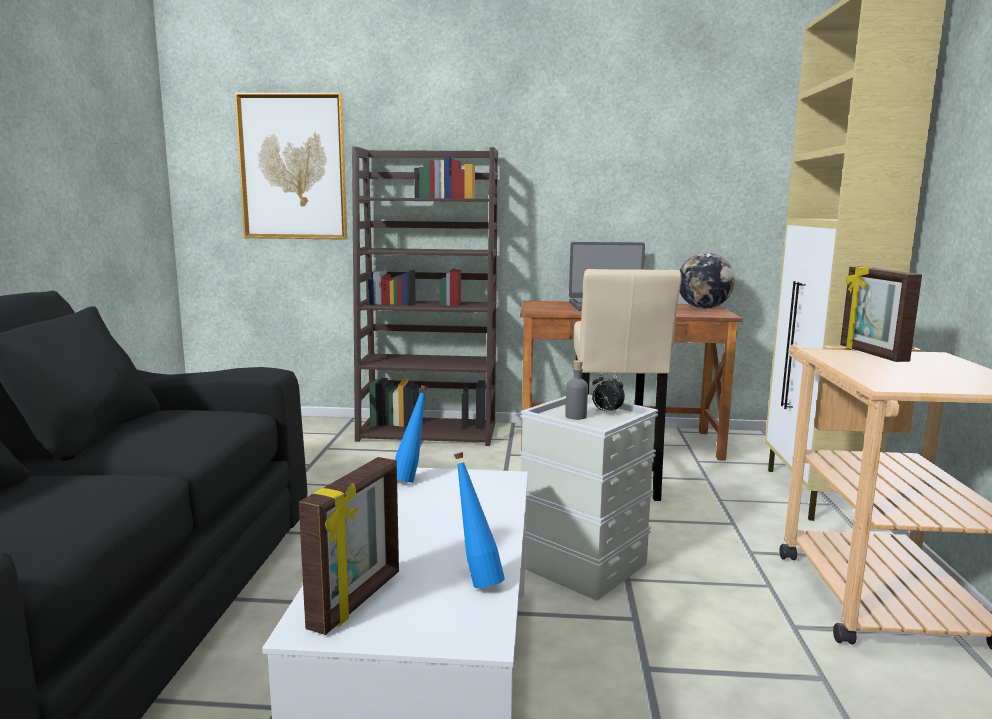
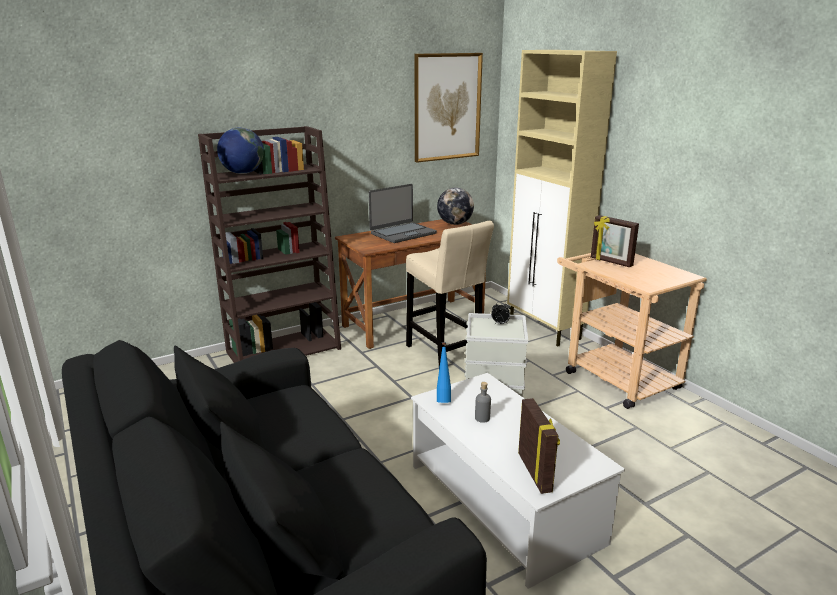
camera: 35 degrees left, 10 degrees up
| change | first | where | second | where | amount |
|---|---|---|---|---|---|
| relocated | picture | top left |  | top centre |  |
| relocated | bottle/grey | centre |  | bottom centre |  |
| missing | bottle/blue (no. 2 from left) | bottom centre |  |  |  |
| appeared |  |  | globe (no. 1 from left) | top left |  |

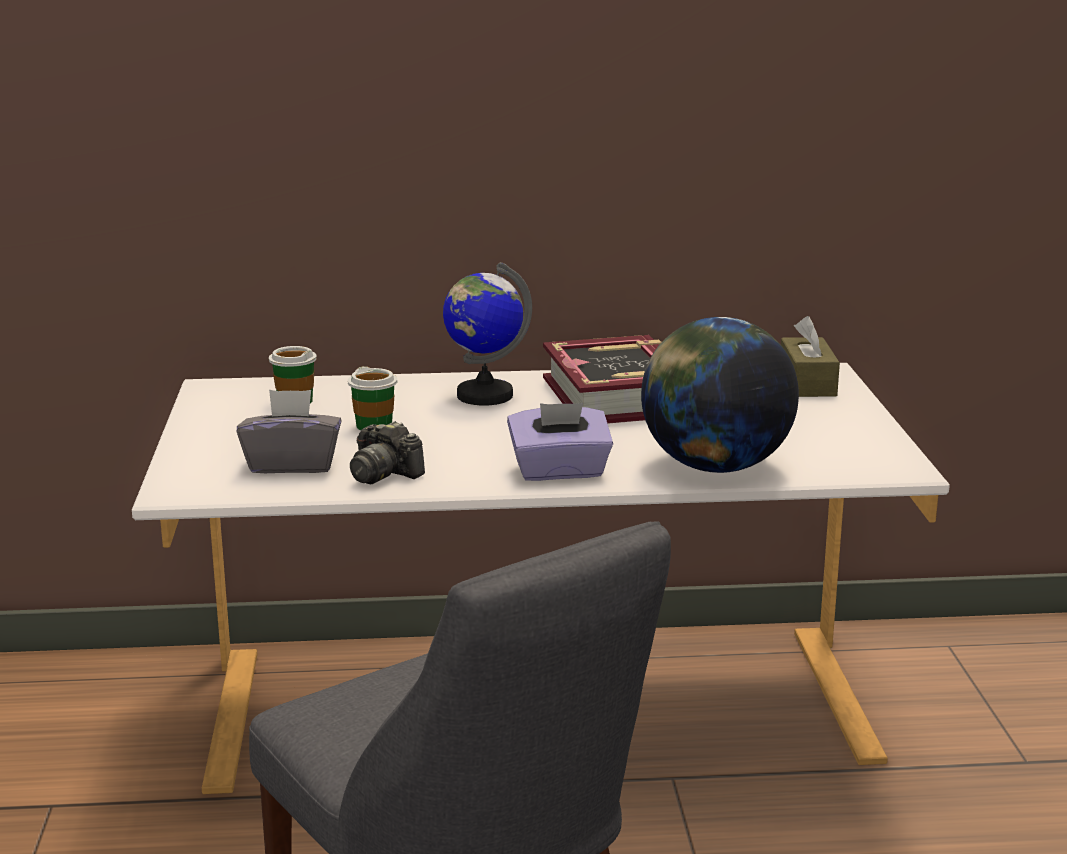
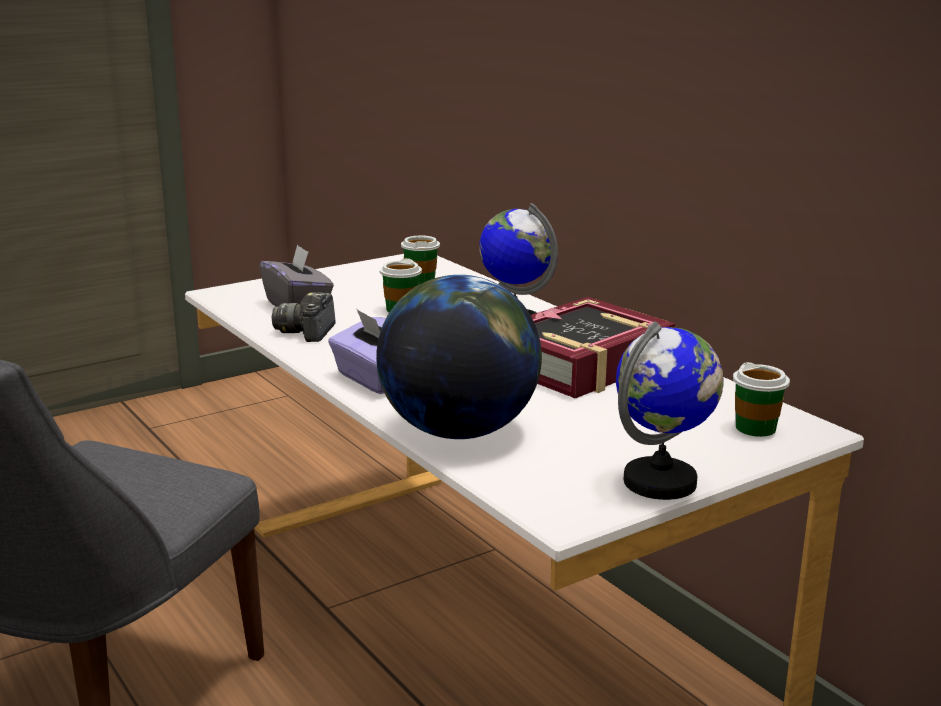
camera: 60 degrees right, 0 degrees up
| change | first | where | second | where | amount |
|---|---|---|---|---|---|
| exchanged | tissue box/brown | middle right | cup (no. 3 from left) | middle right |  |
| appeared |  |  | globe (no. 3 from left) | middle right |  |

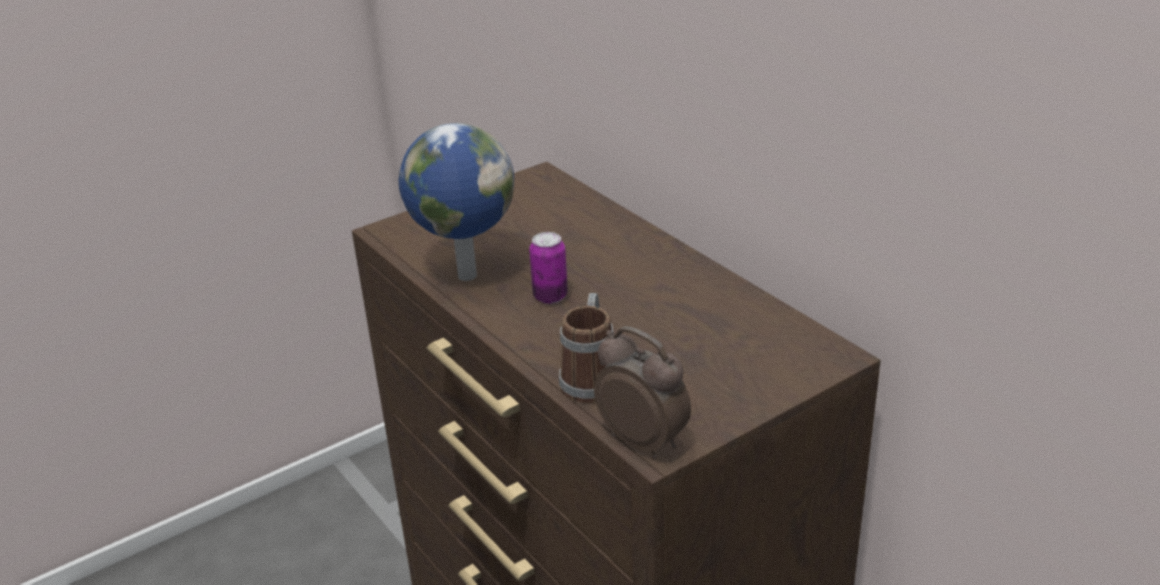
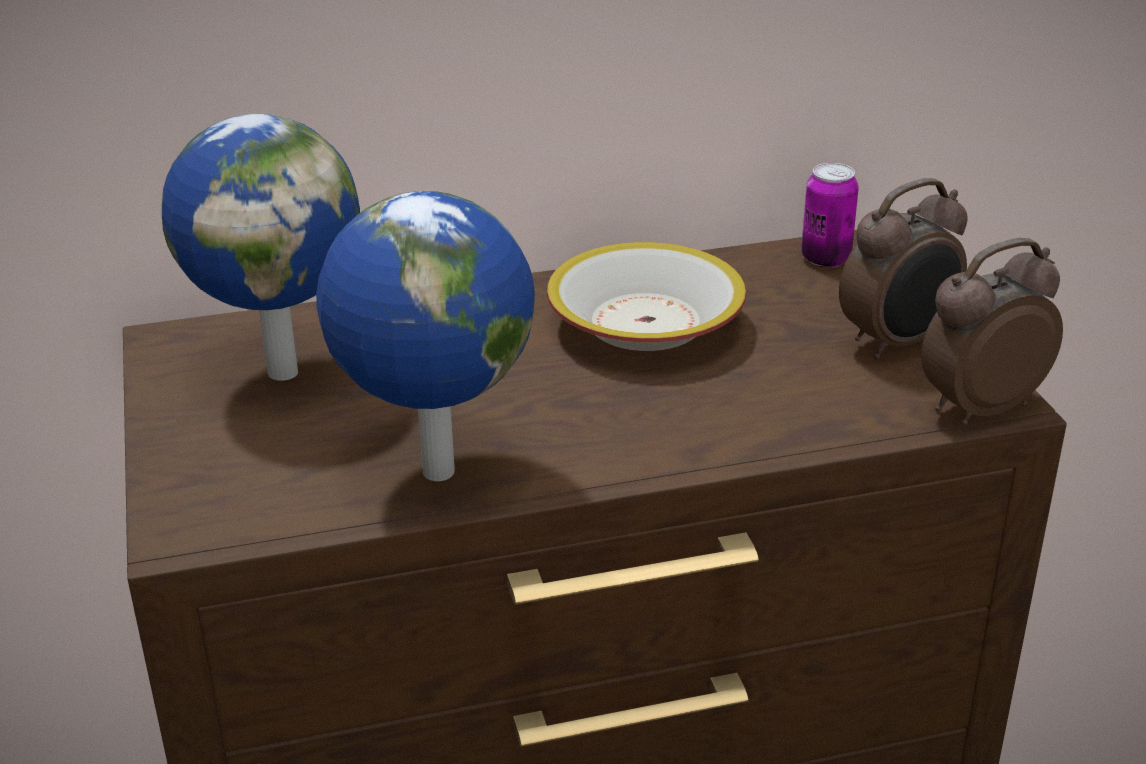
camera: 70 degrees left, 0 degrees up
| change | first | where | second | where | amount |
|---|---|---|---|---|---|
| relocated | can | centre |  | top right |  |
| missing | mug | centre |  |  |  |
| appeared |  |  | globe (no. 1 from left) | top left |  |
| appeared |  |  | alarm clock (no. 1 from left) | middle right |  |
| appeared |  |  | bowl | centre |  |

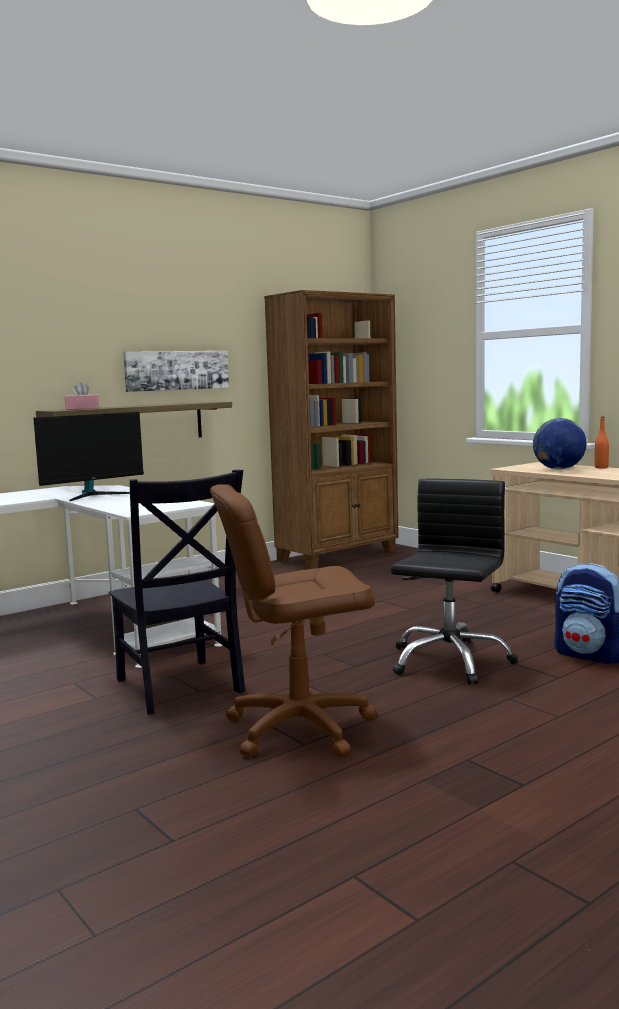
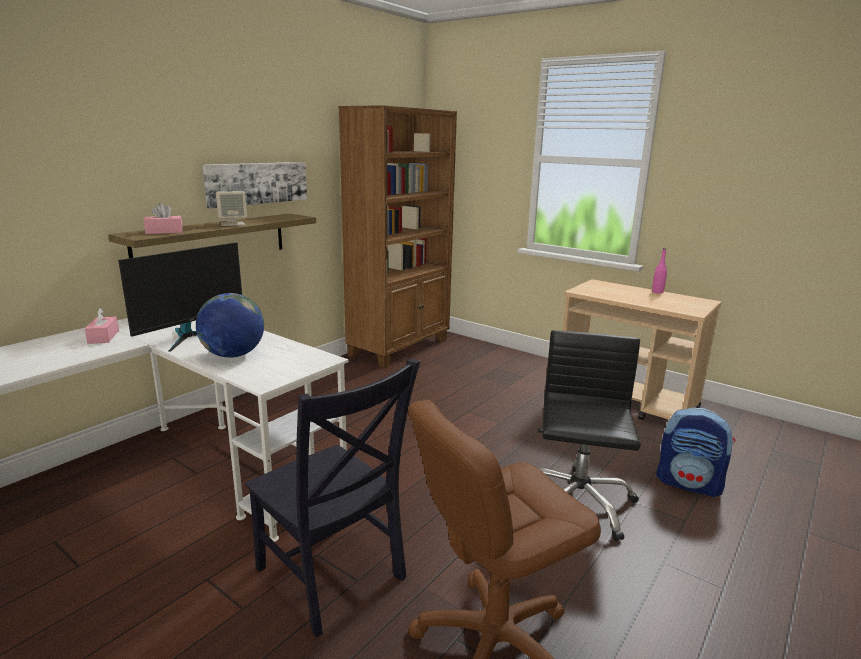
camera: 15 degrees left, 10 degrees up
| change | first | where | second | where | amount |
|---|---|---|---|---|---|
| colour | bottle/orange | middle right | bottle/pink | middle right |  |
| relocated | globe | middle right |  | middle left |  |
| appeared |  |  | speaker/beige | top left |  |
| appeared |  |  | tissue box/pink (no. 1 from left) | middle left |  |

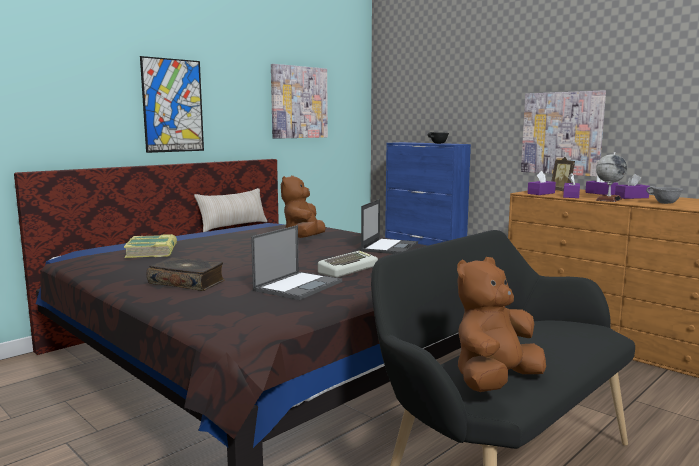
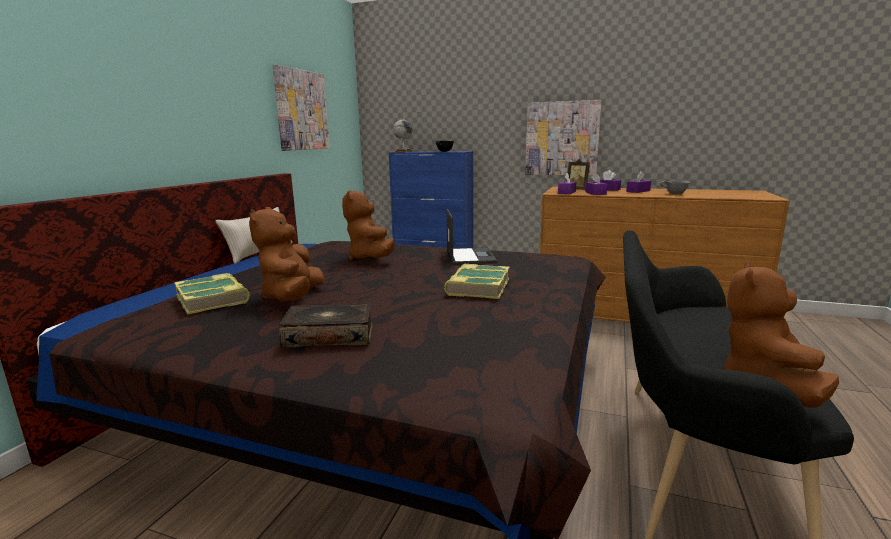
camera: 25 degrees left, 5 degrees up
| change | first | where | second | where | amount |
|---|---|---|---|---|---|
| missing | picture (no. 1 from left) | top left |  |  |  |
| relocated | globe | middle right |  | top centre |  |
| missing | laptop (no. 1 from left) | centre |  |  |  |
| exchanged | keyboard | centre | book (no. 3 from left) | centre |  |
| appeared |  |  | plush toy/brown (no. 1 from left) | middle left |  |

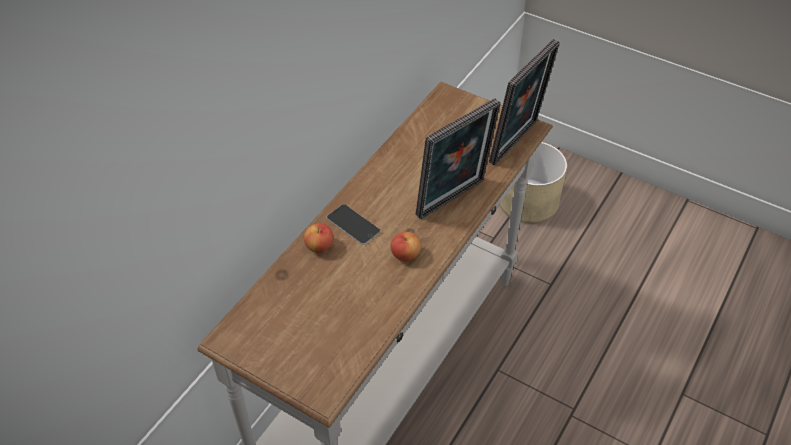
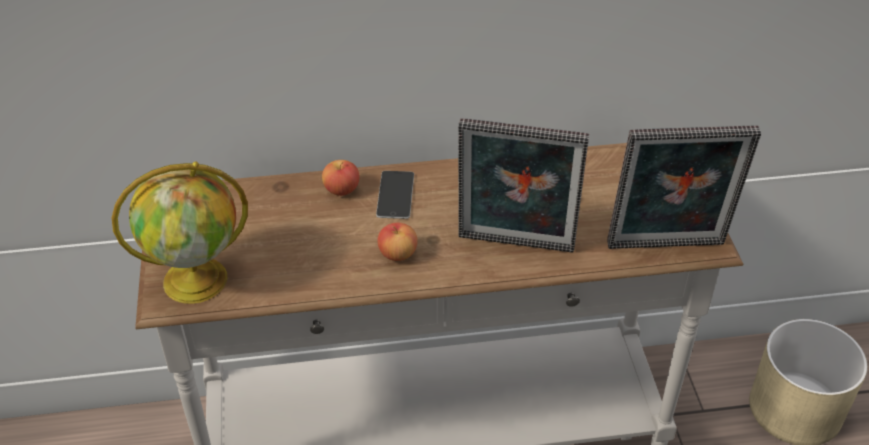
camera: 50 degrees right, 5 degrees down
| change | first | where | second | where | amount |
|---|---|---|---|---|---|
| appeared |  |  | globe | middle left |  |

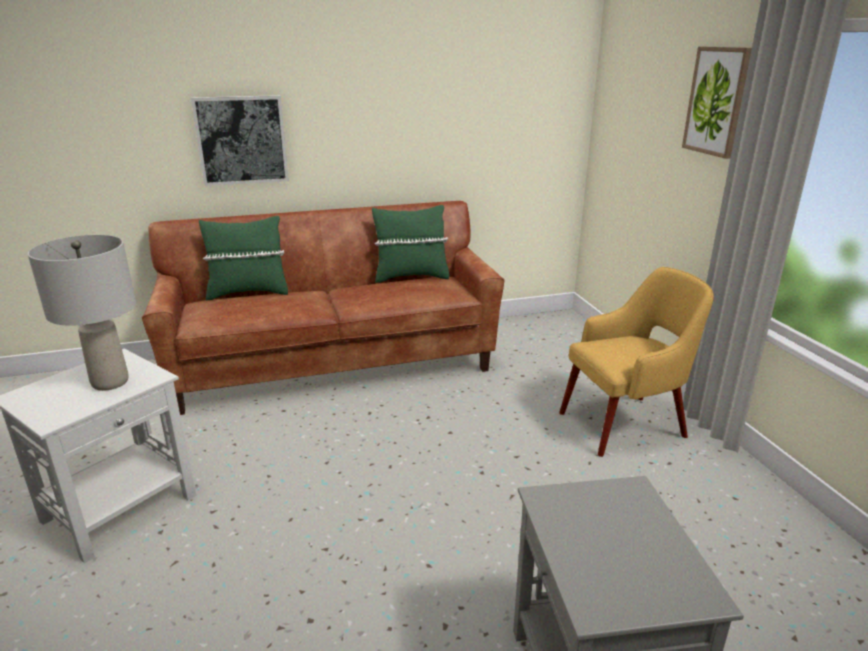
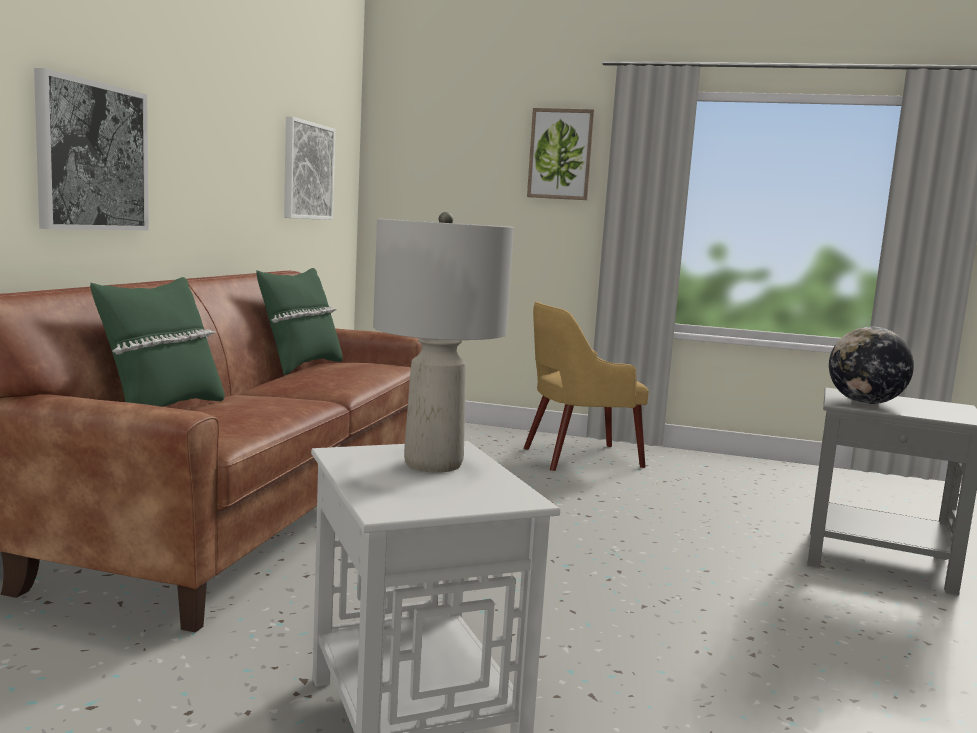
camera: 60 degrees left, 15 degrees down
| change | first | where | second | where | amount |
|---|---|---|---|---|---|
| spun | armchair/yellow | middle right |  | centre | 120 degrees counterclockwise |
| appeared |  |  | picture (no. 2 from left) | top left |  |
| appeared |  |  | globe | middle right |  |

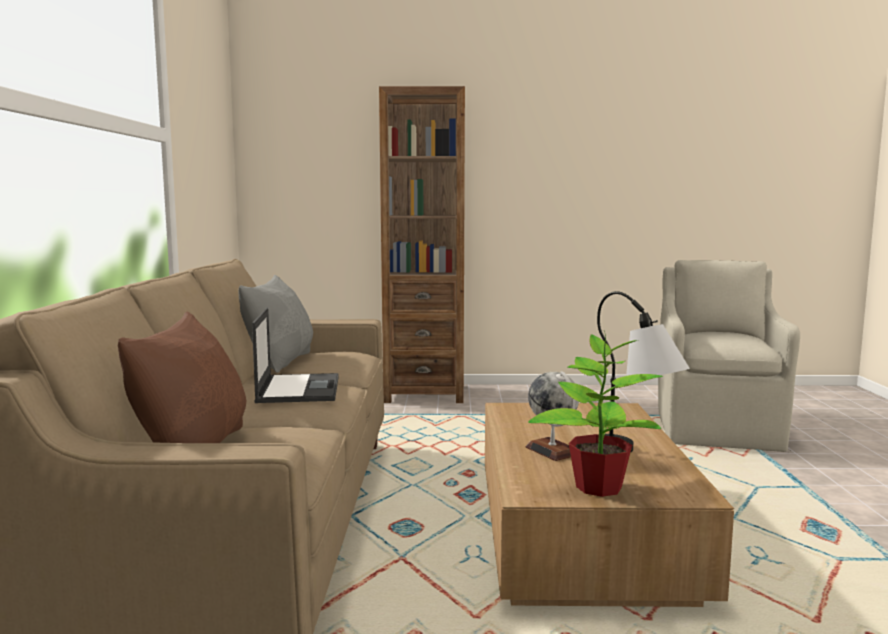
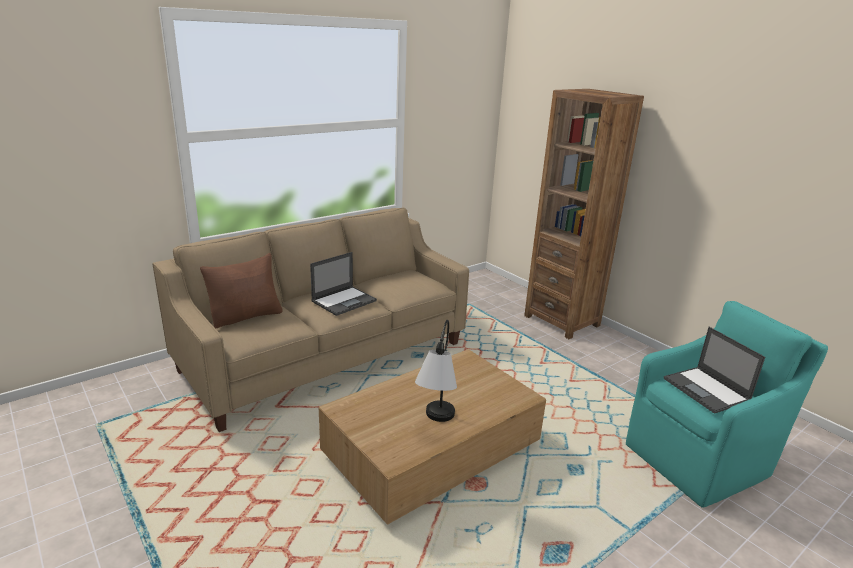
camera: 50 degrees right, 15 degrees up
| change | first | where | second | where | amount |
|---|---|---|---|---|---|
| colour | armchair/beige | middle right | armchair/turquoise | bottom right |  |
| missing | pillow/grey | middle left |  |  |  |
| missing | potted plant | middle right |  |  |  |
| missing | globe | centre |  |  |  |
| appeared |  |  | laptop (no. 2 from left) | middle right |  |

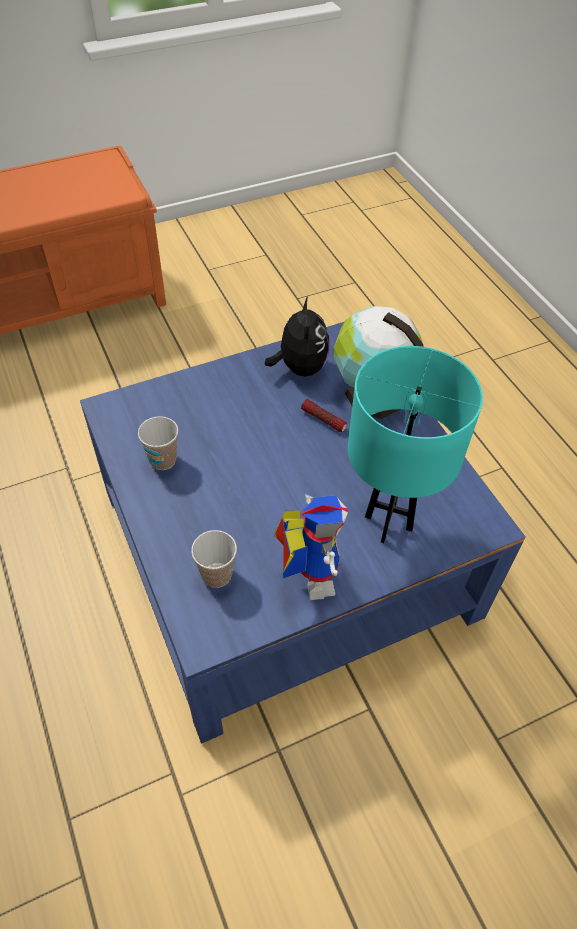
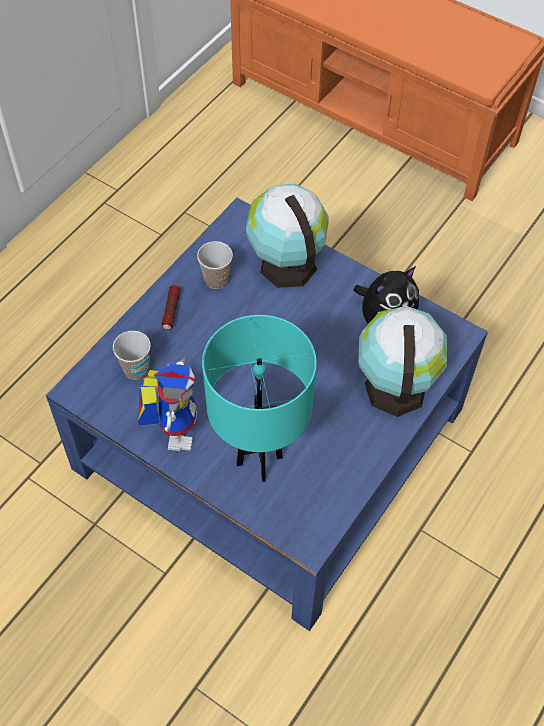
camera: 60 degrees right, 5 degrees up
| change | first | where | second | where | amount |
|---|---|---|---|---|---|
| relocated | flashlight | centre |  | middle left |  |
| spun | toy robot | centre |  | middle left | 45 degrees counterclockwise |
| appeared |  |  | globe (no. 1 from left) | top centre |  |

